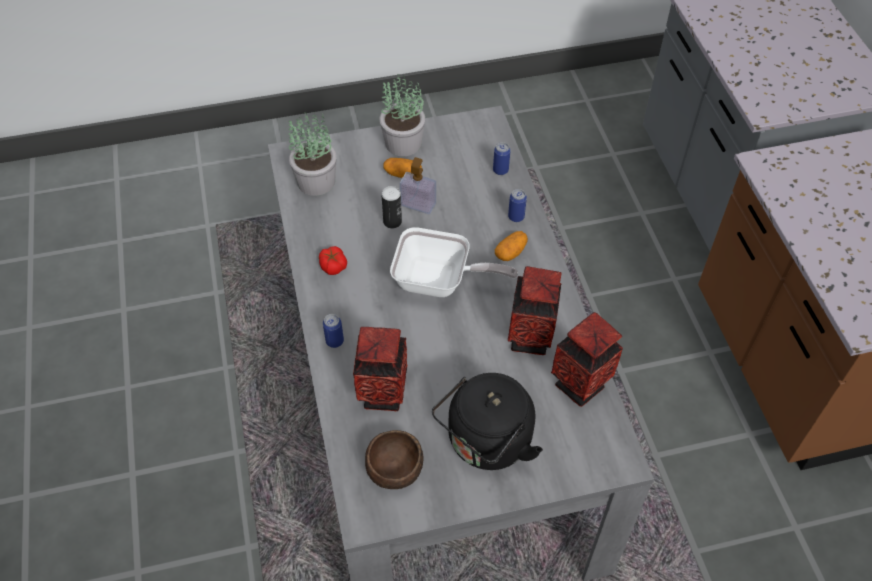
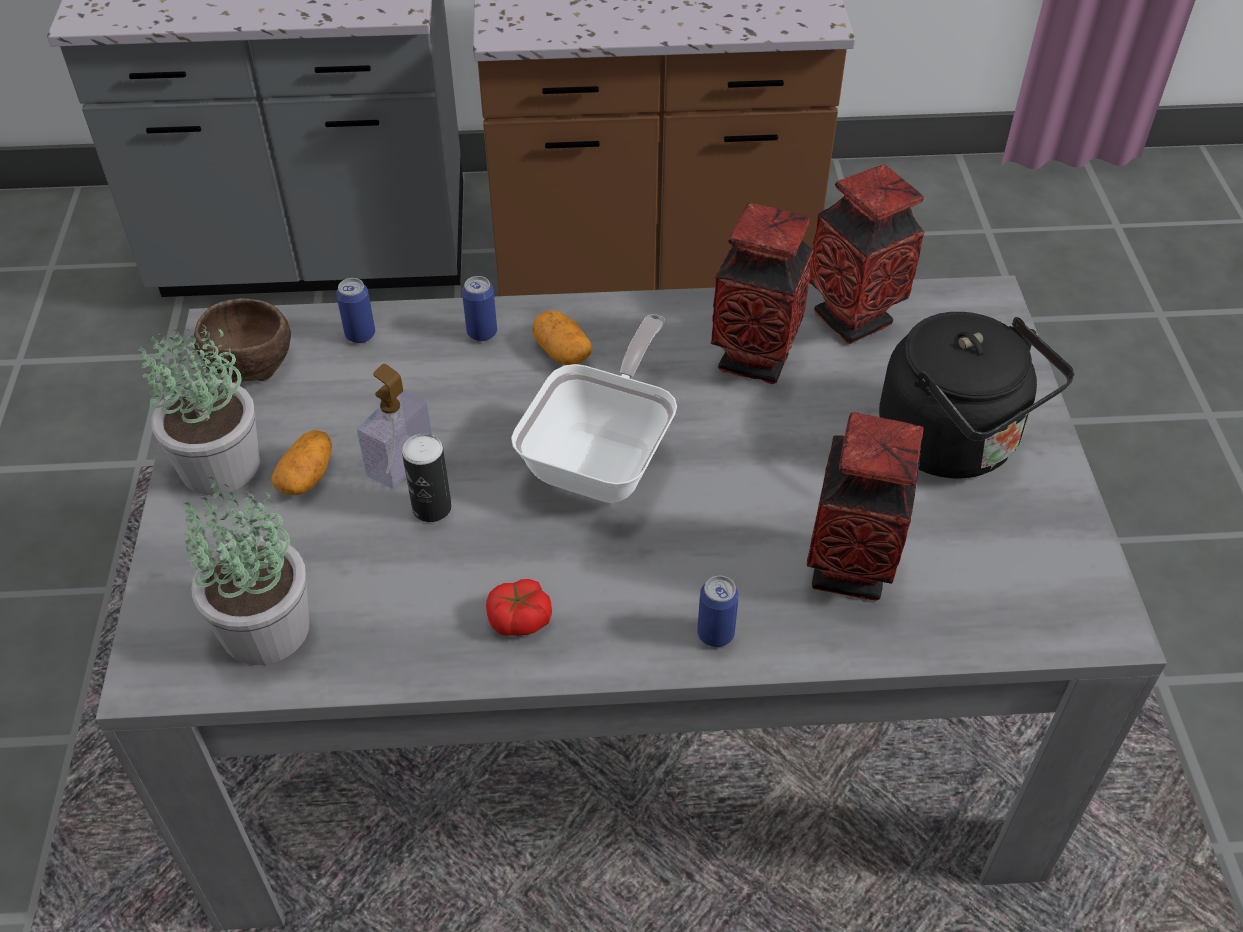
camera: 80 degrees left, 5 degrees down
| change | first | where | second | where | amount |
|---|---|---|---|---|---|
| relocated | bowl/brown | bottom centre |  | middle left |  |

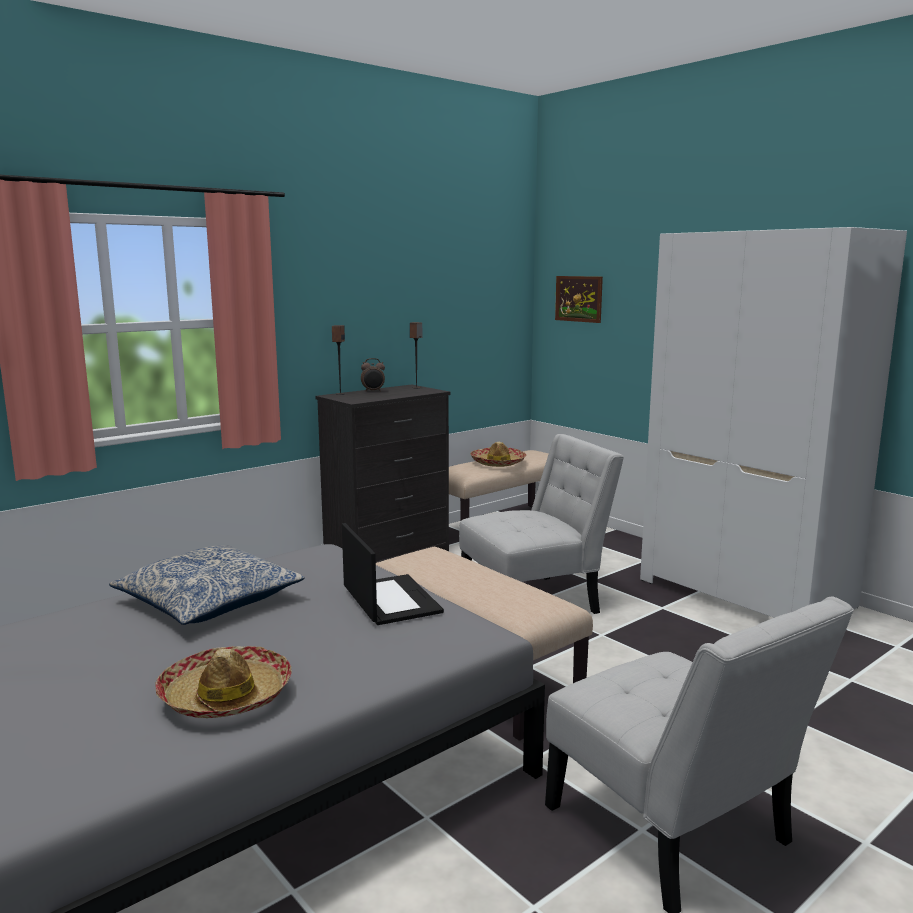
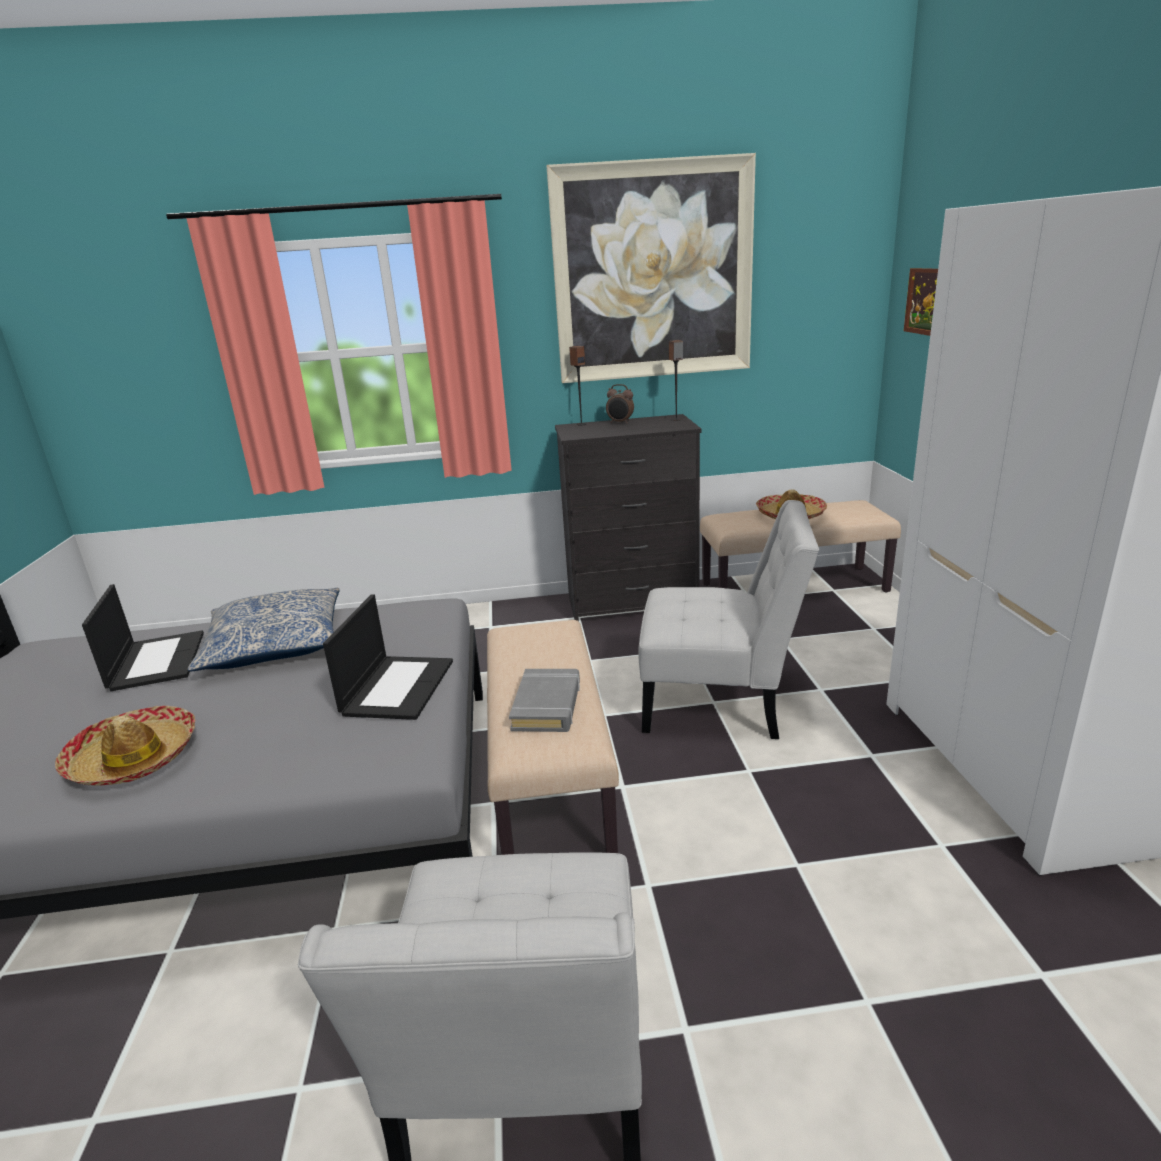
camera: 35 degrees right, 10 degrees up
| change | first | where | second | where | amount |
|---|---|---|---|---|---|
| appeared |  |  | picture (no. 1 from left) | top centre |  |
| appeared |  |  | laptop (no. 1 from left) | middle left |  |
| appeared |  |  | book/grey | centre |  |

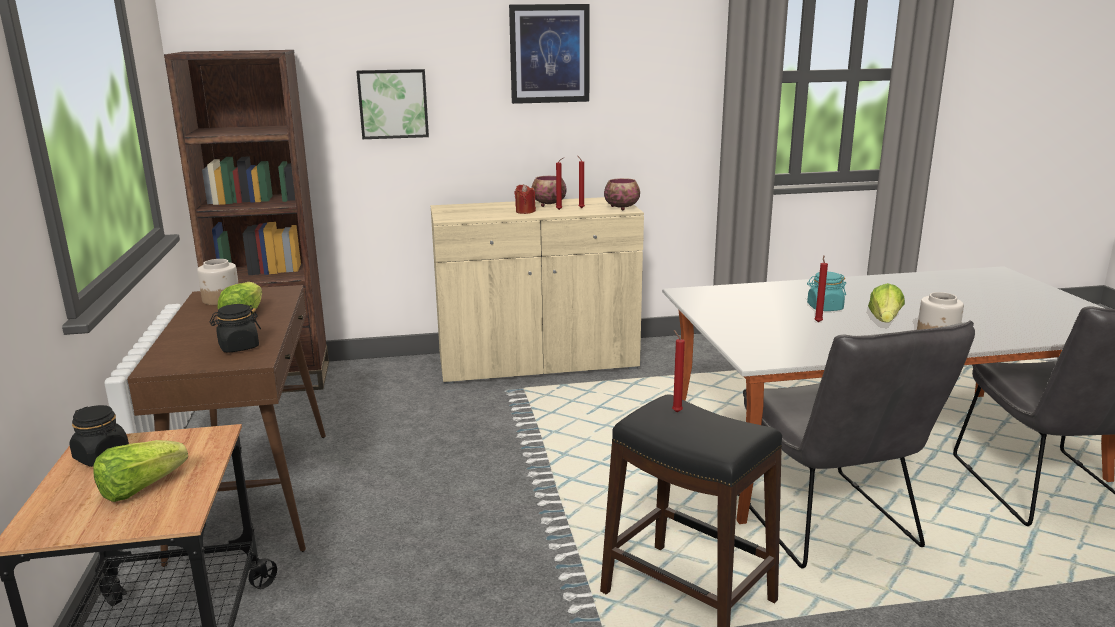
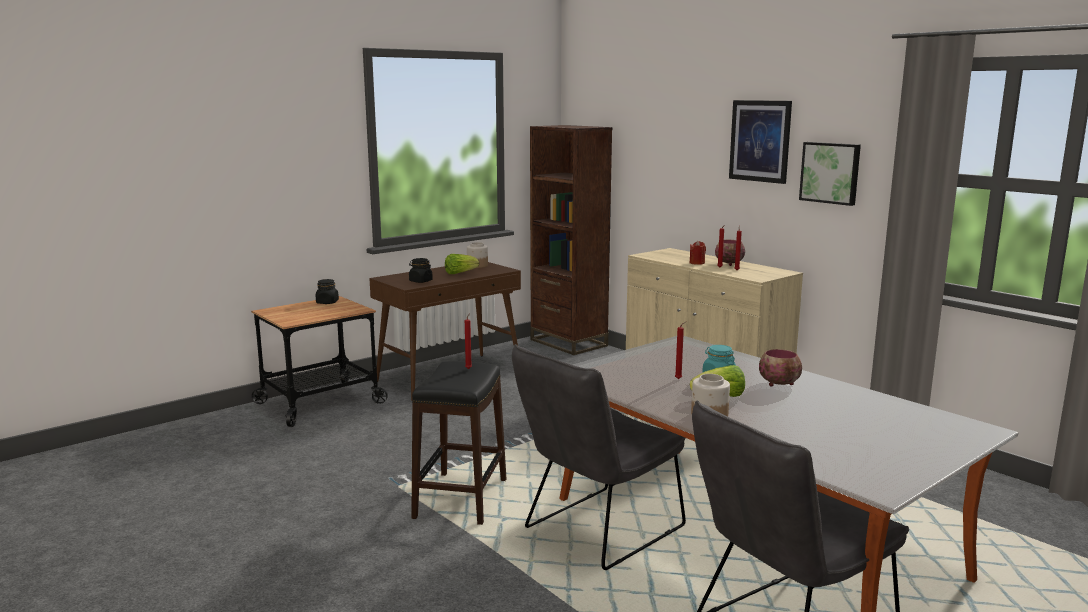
camera: 60 degrees right, 5 degrees down
| change | first | where | second | where | amount |
|---|---|---|---|---|---|
| relocated | picture (no. 1 from left in the first image) | top centre | picture (no. 2 from left) | top right |  |
| relocated | bowl (no. 2 from left) | top centre |  | middle right |  |
| missing | lettuce (no. 1 from left) | bottom left |  |  |  |

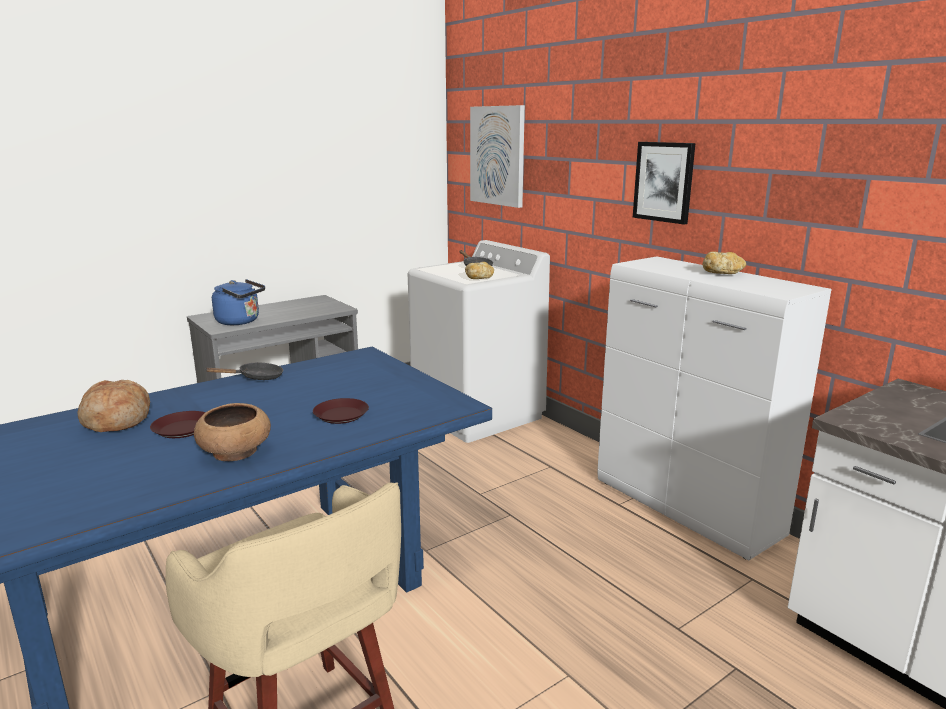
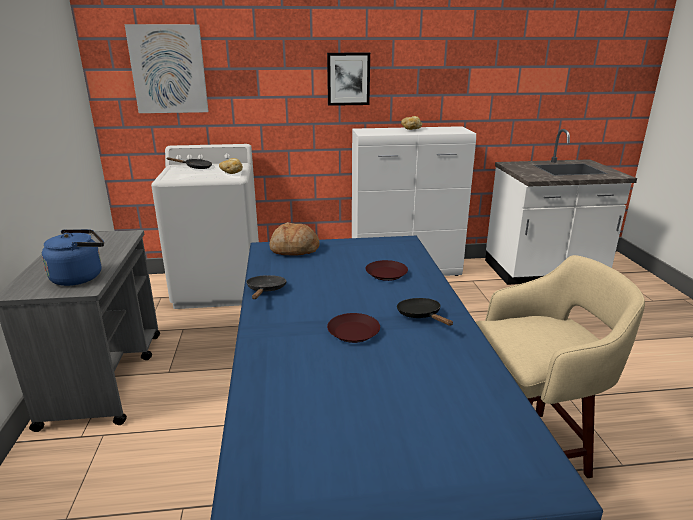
camera: 60 degrees left, 5 degrees up
| change | first | where | second | where | amount |
|---|---|---|---|---|---|
| relocated | bread (no. 1 from left in the first image) | middle left | bread (no. 2 from left) | centre |  |
| exchanged | bowl/brown | middle left | frying pan/black (no. 3 from left) | centre |  |

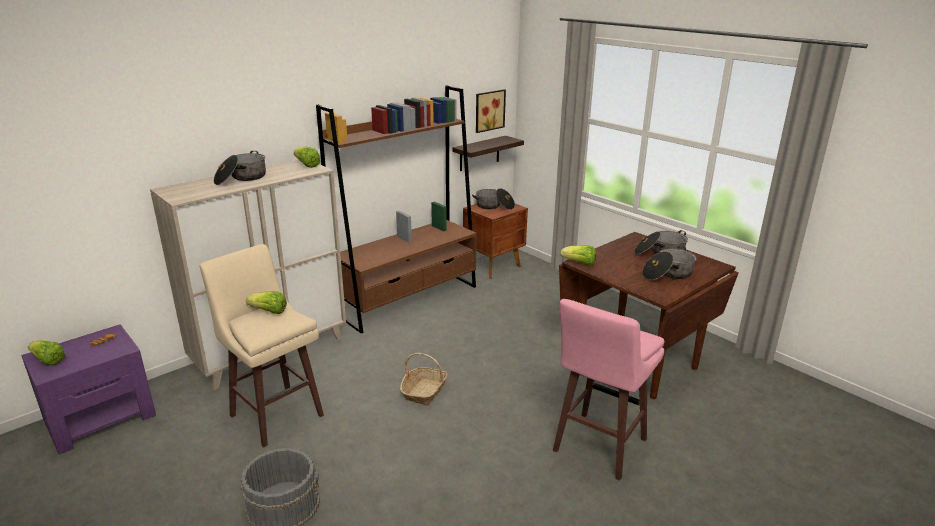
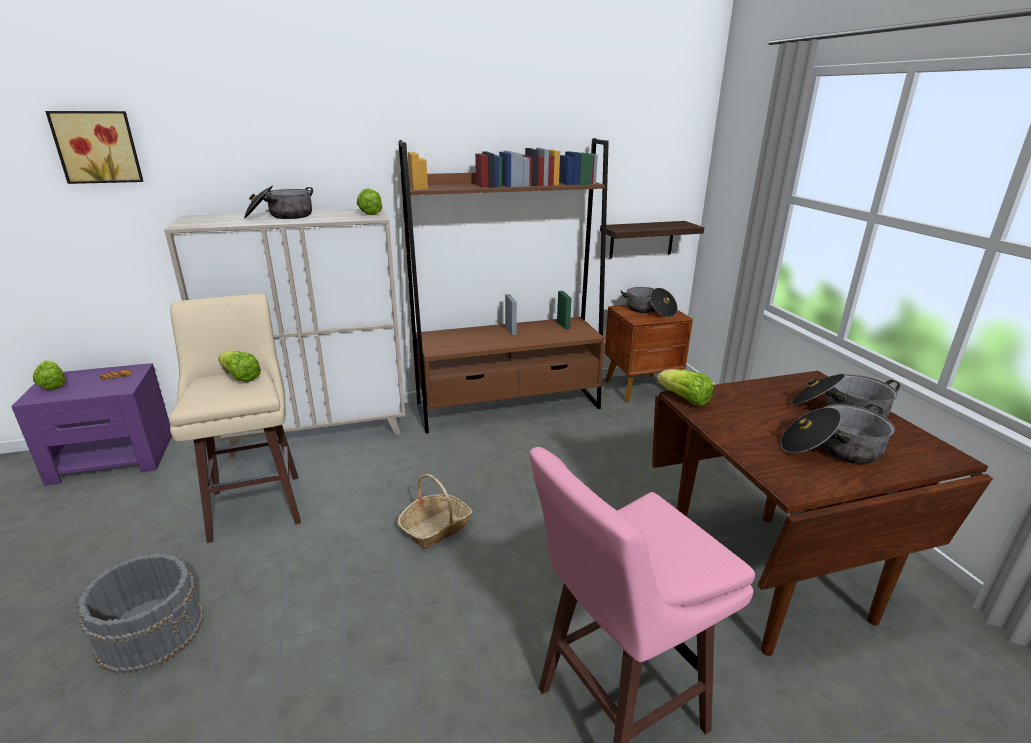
camera: 25 degrees right, 0 degrees up
| change | first | where | second | where | amount |
|---|---|---|---|---|---|
| relocated | picture | top centre |  | top left |  |

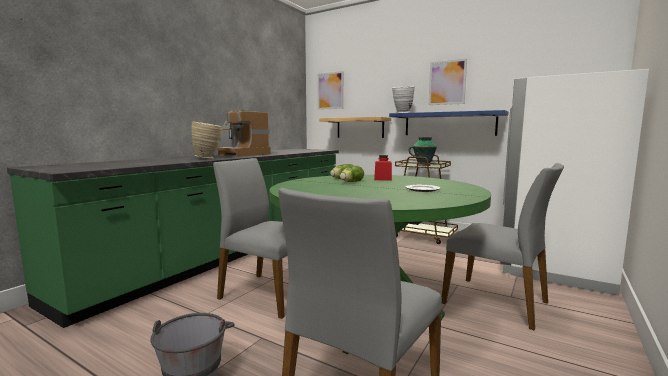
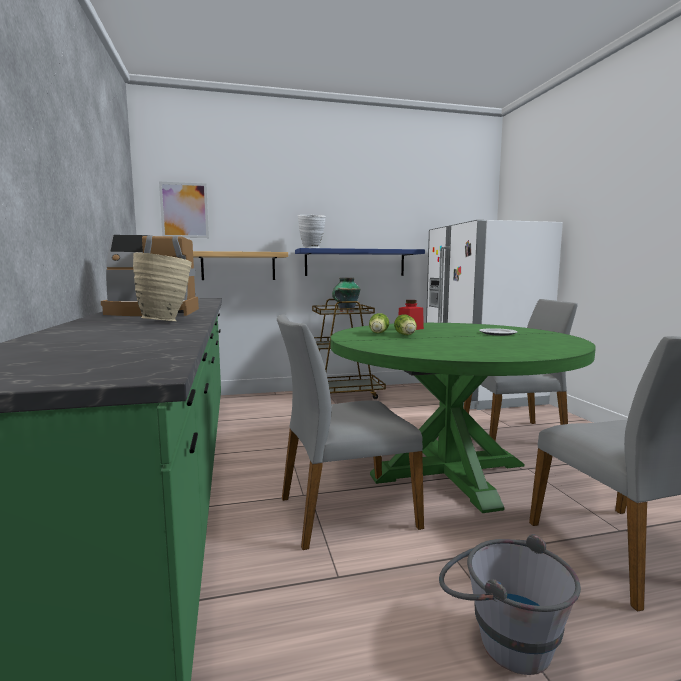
camera: 45 degrees left, 0 degrees up
| change | first | where | second | where | amount |
|---|---|---|---|---|---|
| missing | picture (no. 2 from left) | top right |  |  |  |

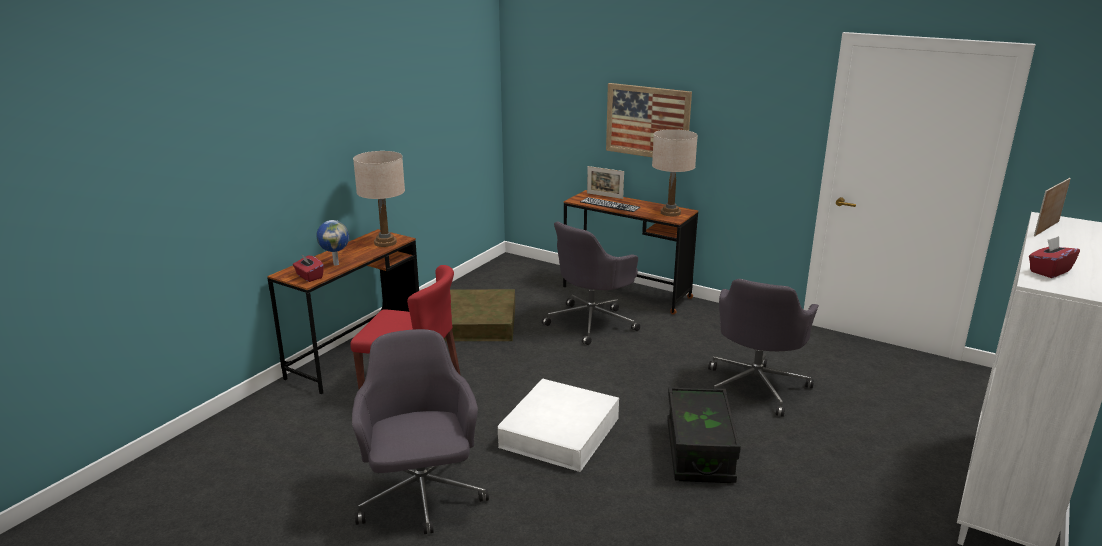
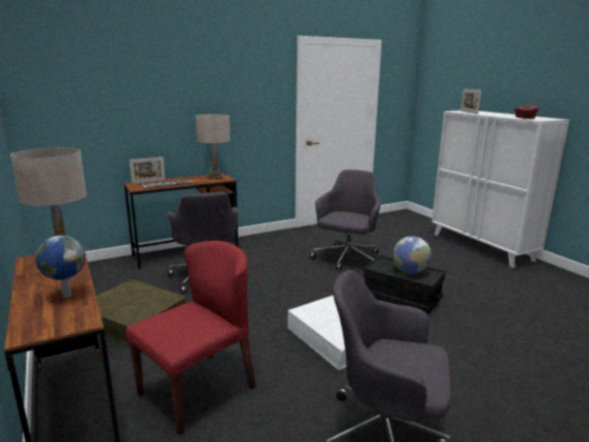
camera: 60 degrees left, 5 degrees down
| change | first | where | second | where | amount |
|---|---|---|---|---|---|
| missing | picture | top centre |  |  |  |
| missing | tissue box/red (no. 1 from left) | middle left |  |  |  |
| spun | office chair/grey (no. 3 from left in the first image) | middle right | office chair/grey (no. 2 from left) | centre | 120 degrees counterclockwise |
| appeared |  |  | globe (no. 2 from left) | middle right |  |

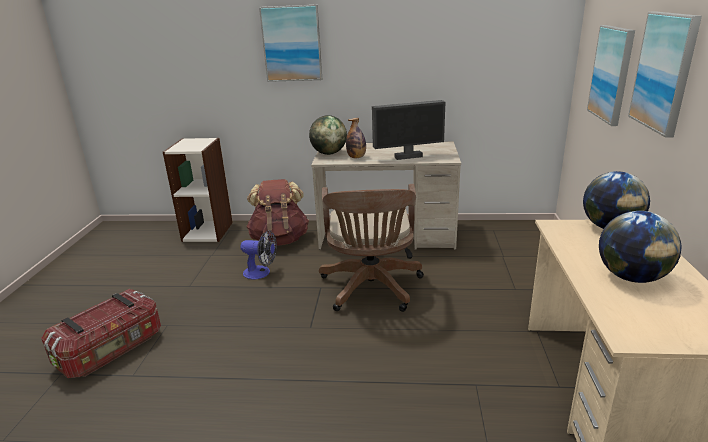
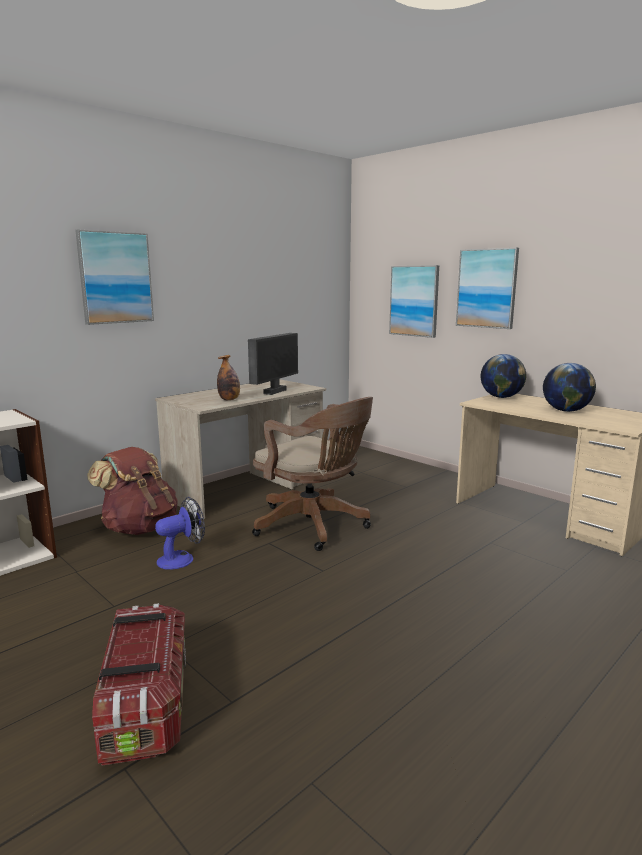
camera: 50 degrees left, 10 degrees down
| change | first | where | second | where | amount |
|---|---|---|---|---|---|
| missing | globe (no. 1 from left) | top centre |  |  |  |

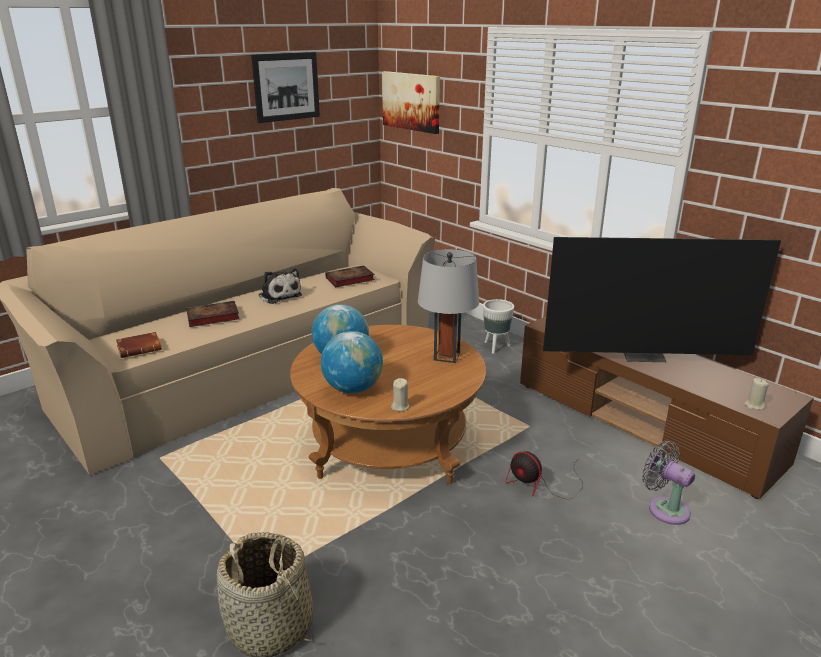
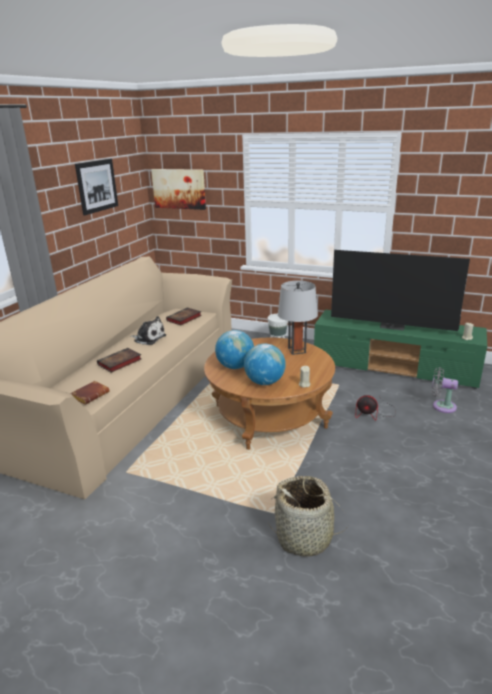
camera: 25 degrees left, 0 degrees up
| change | first | where | second | where | amount |
|---|---|---|---|---|---|
| spun | television | middle right |  | middle right | 45 degrees clockwise |
| colour | tv stand/brown | middle right | tv stand/green | middle right |  |

